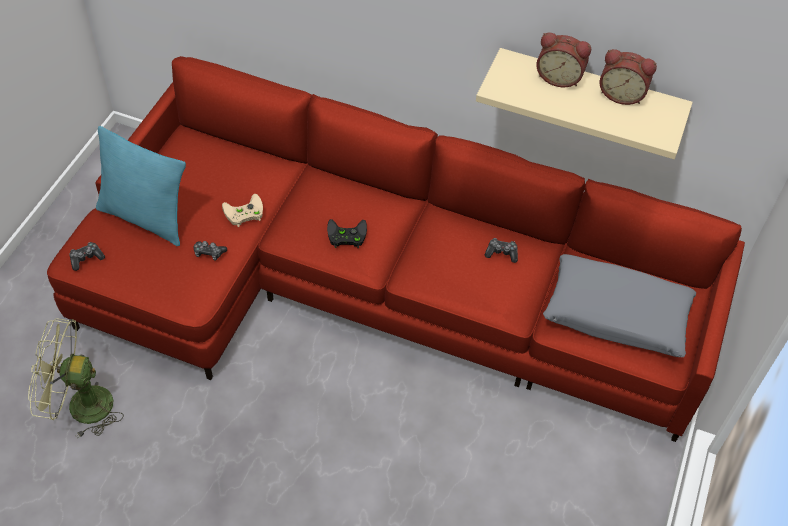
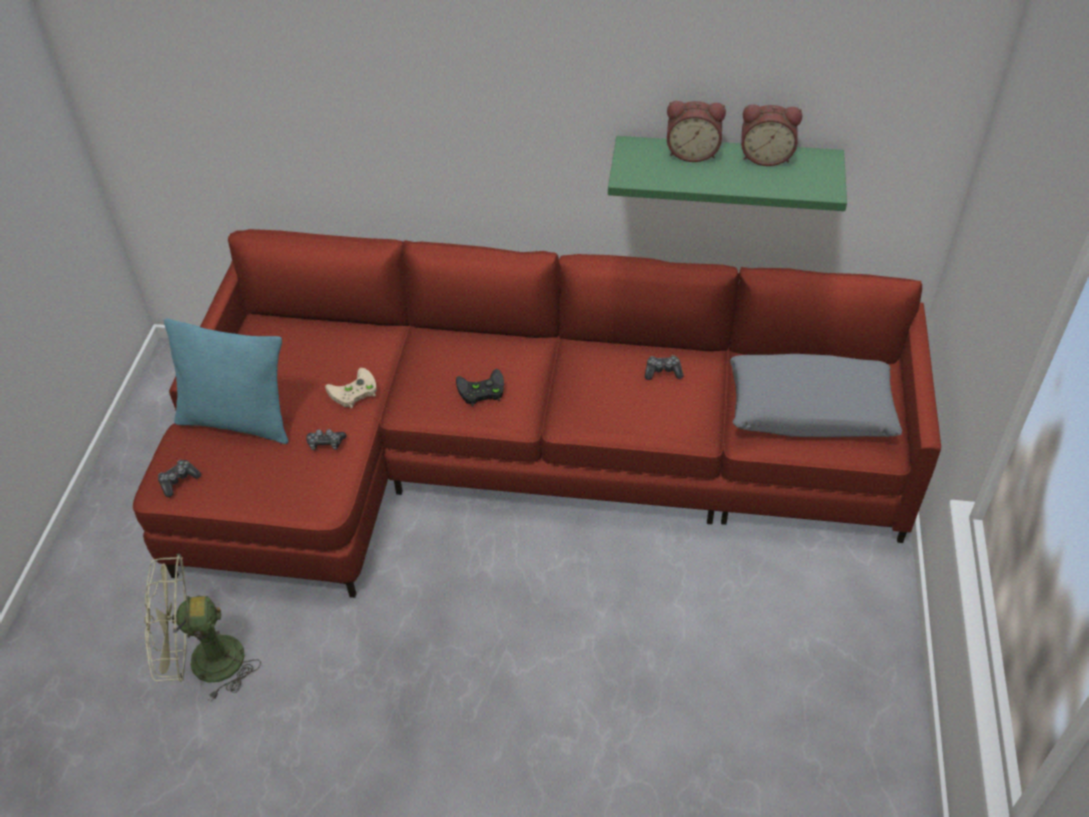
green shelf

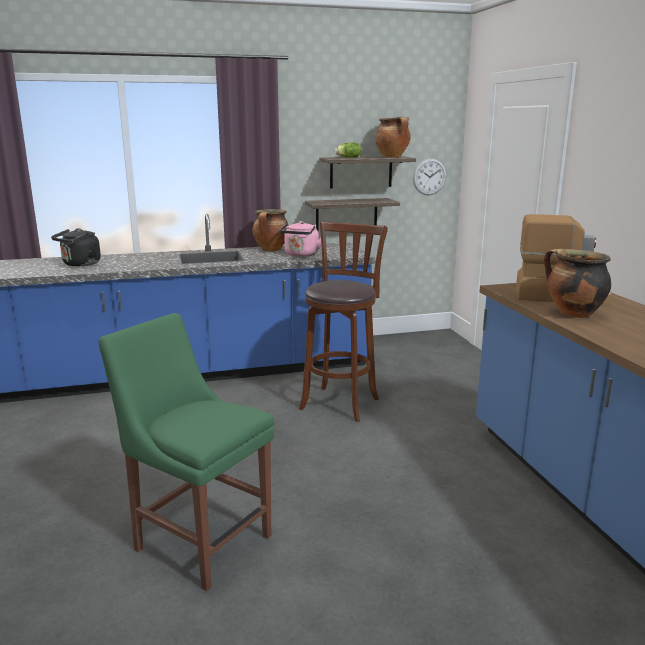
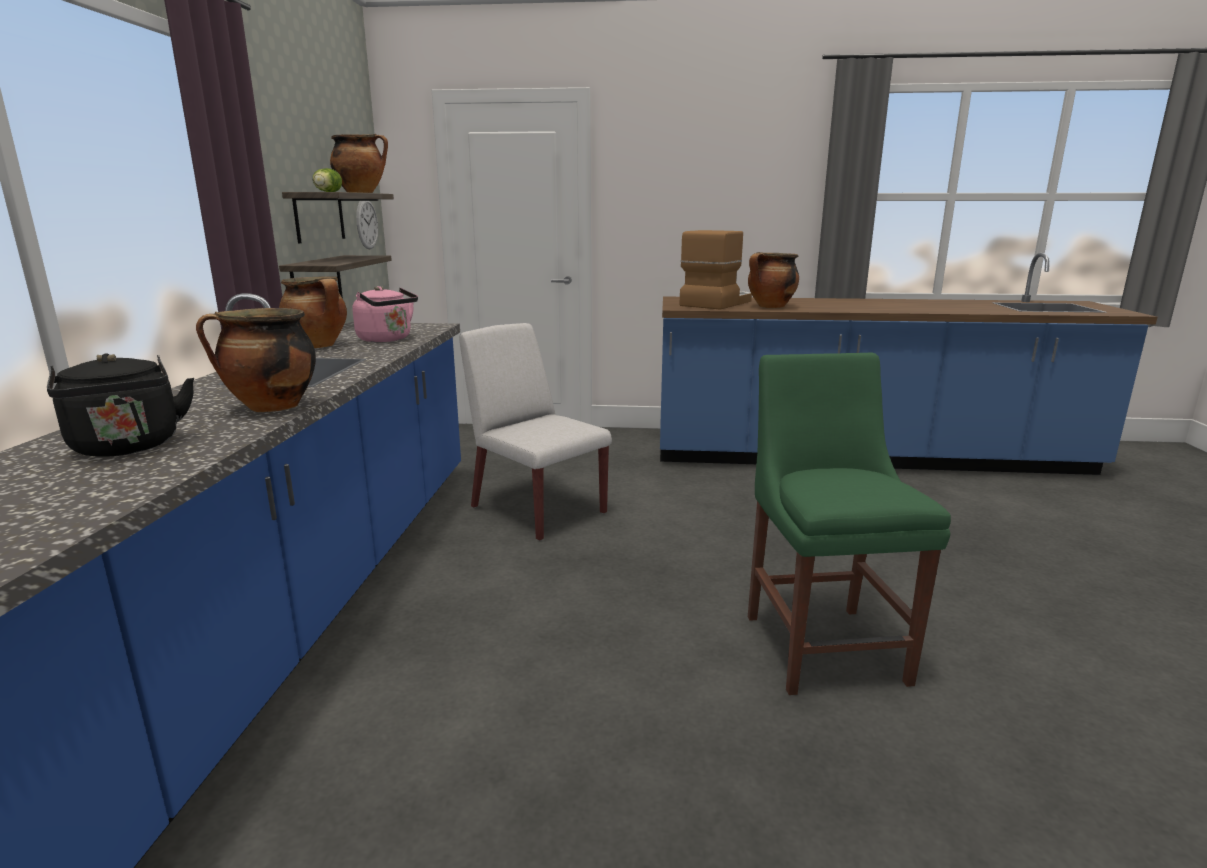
cooking pot (1st from left)
white chair
green chair

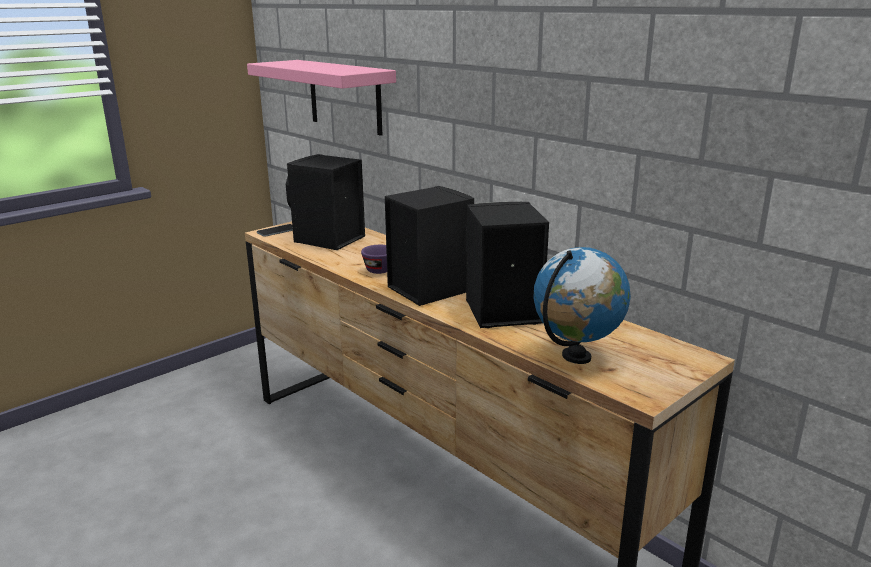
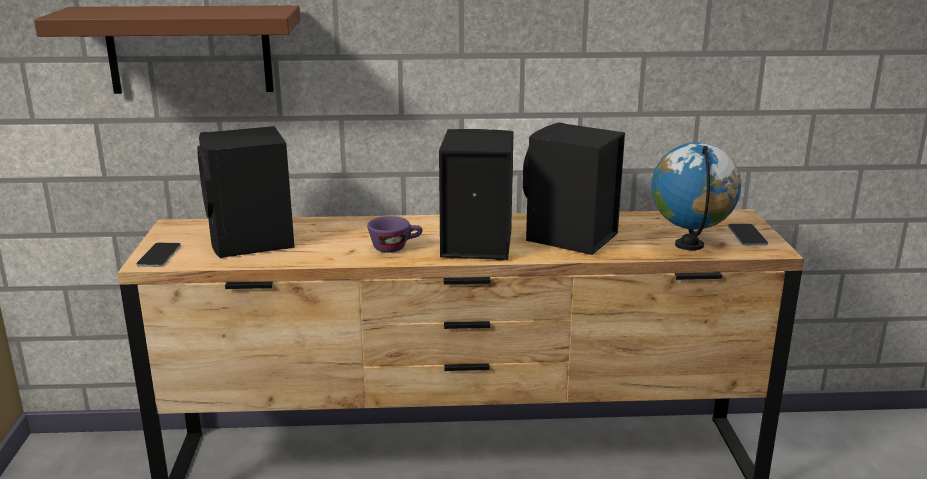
phone (2nd from left)
brown shelf

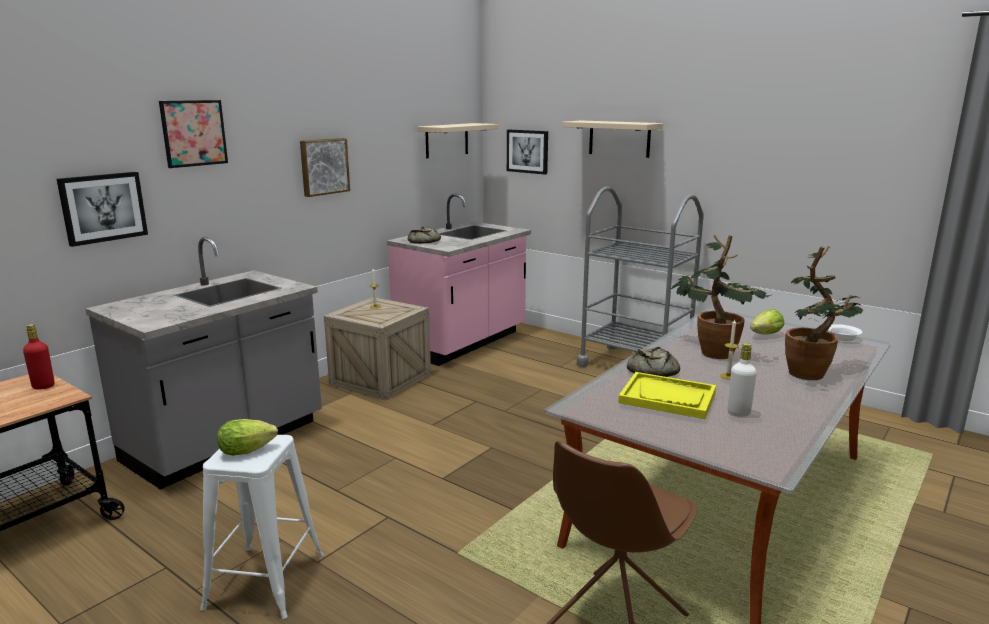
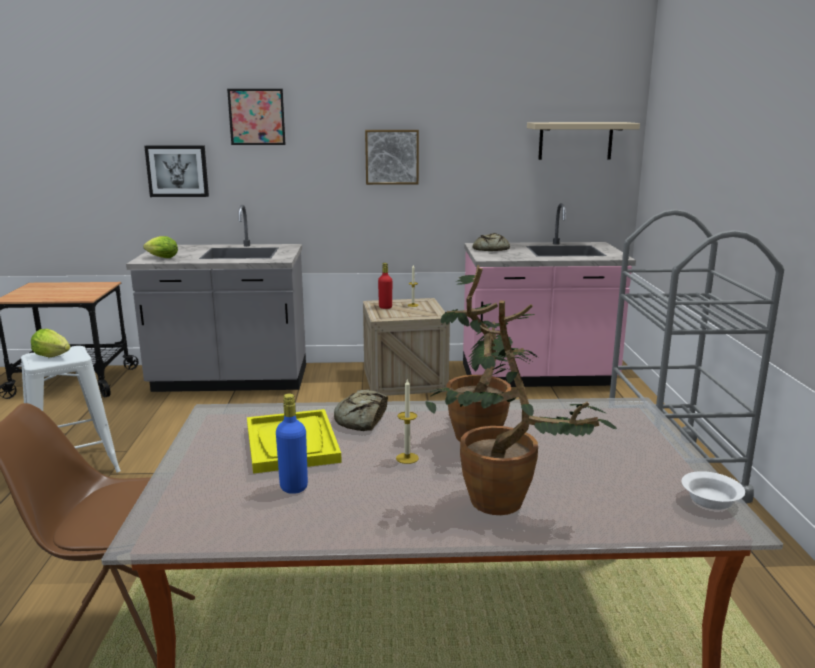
picture (4th from left in the first image)
beige shelf (2nd from left in the first image)
red bottle
lettuce (2nd from left)
blue bottle

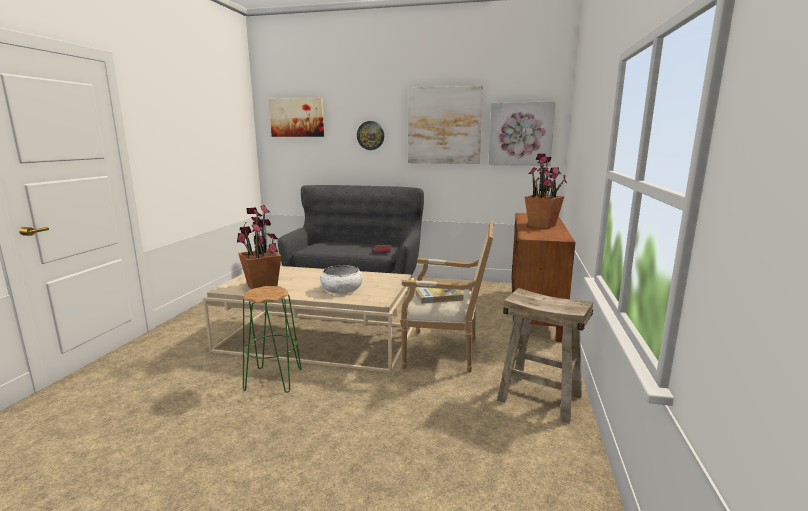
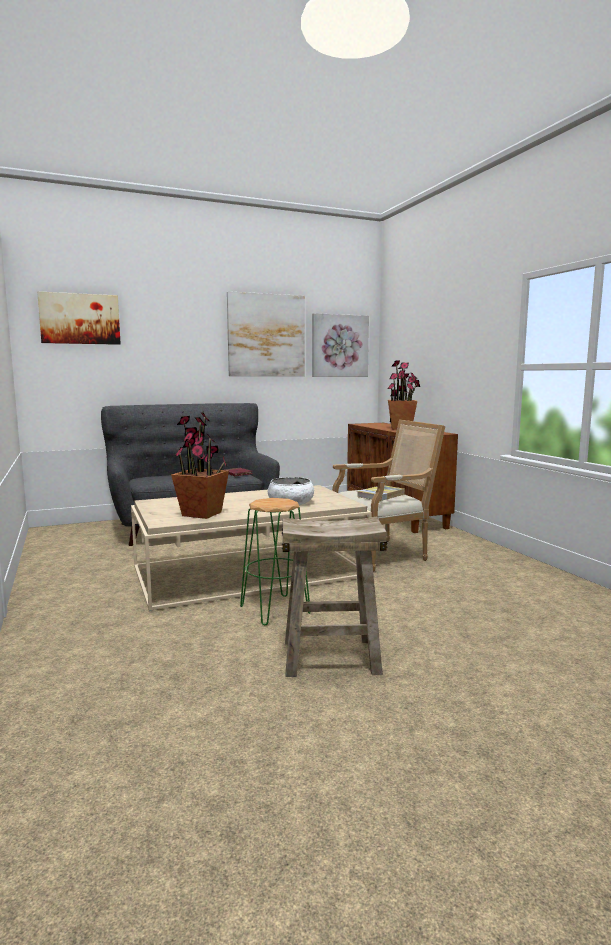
wall clock
beige stool

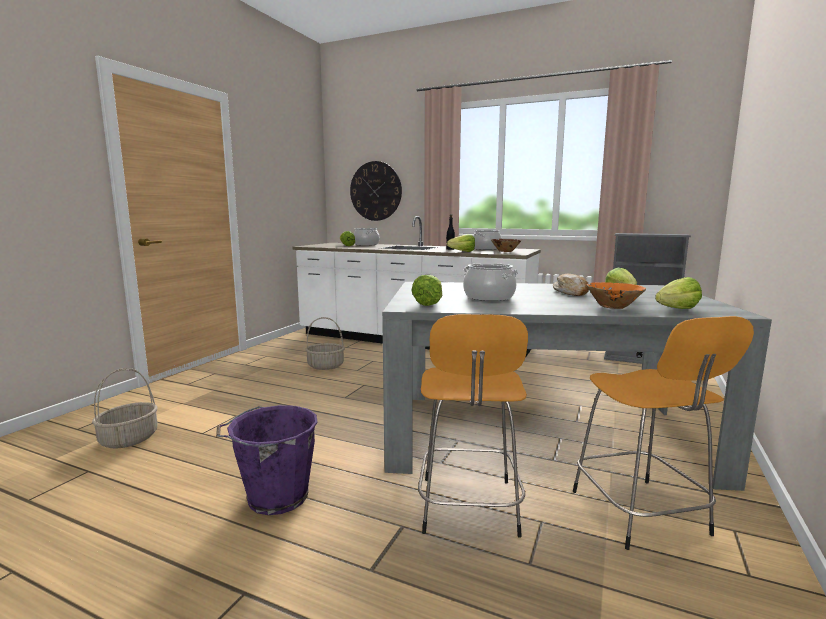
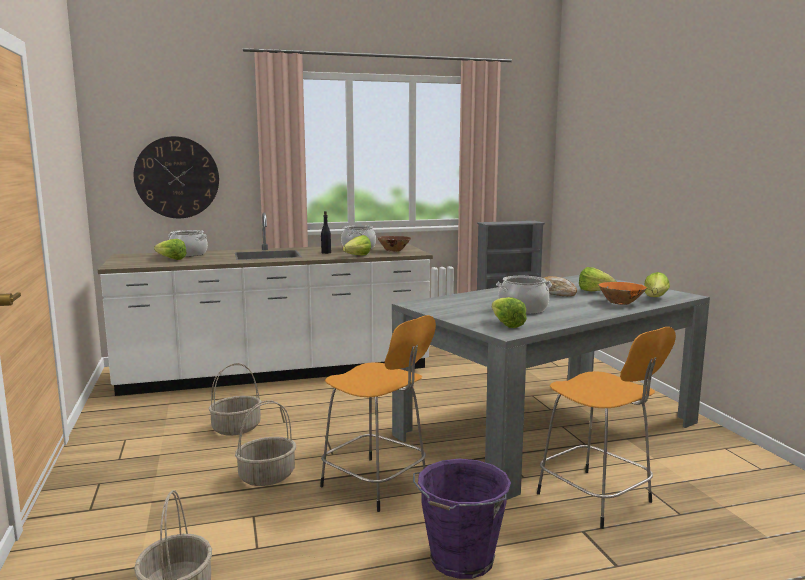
basket (3rd from left)
orange stool (1st from left)

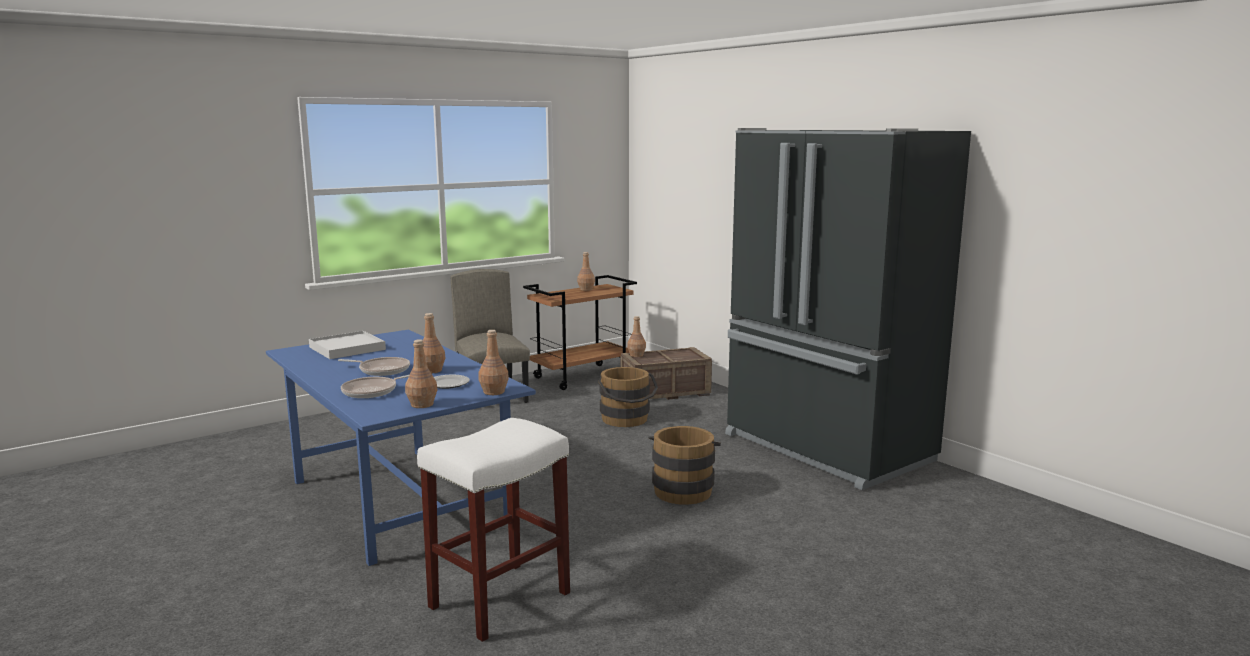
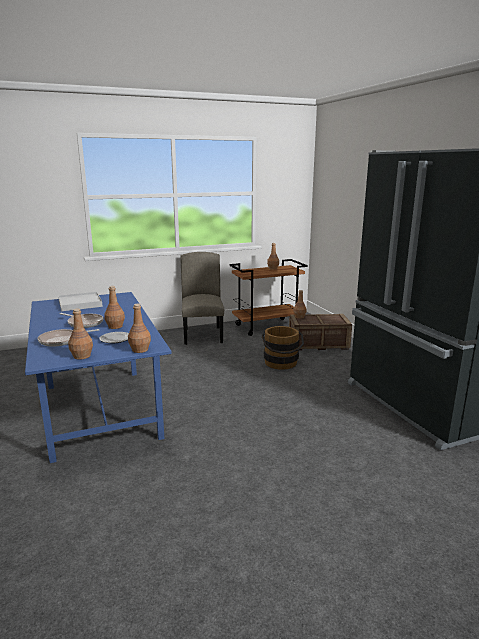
white stool
brown bucket (2nd from left in the first image)

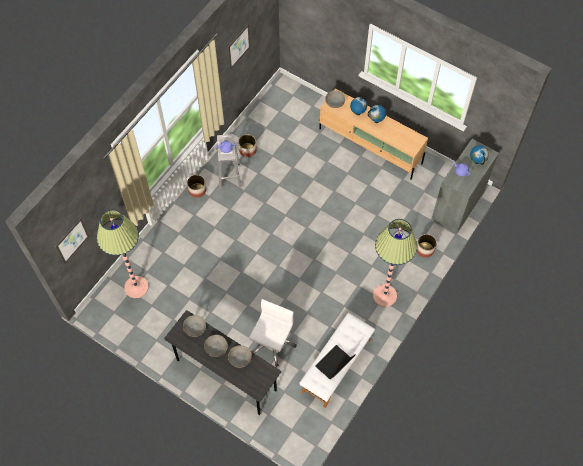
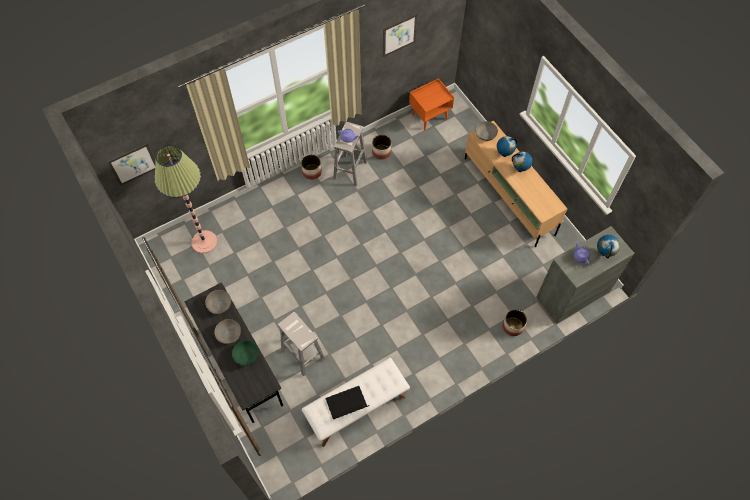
floor lamp (2nd from left in the first image)
orange nightstand
white stool (1st from left)
green bowl

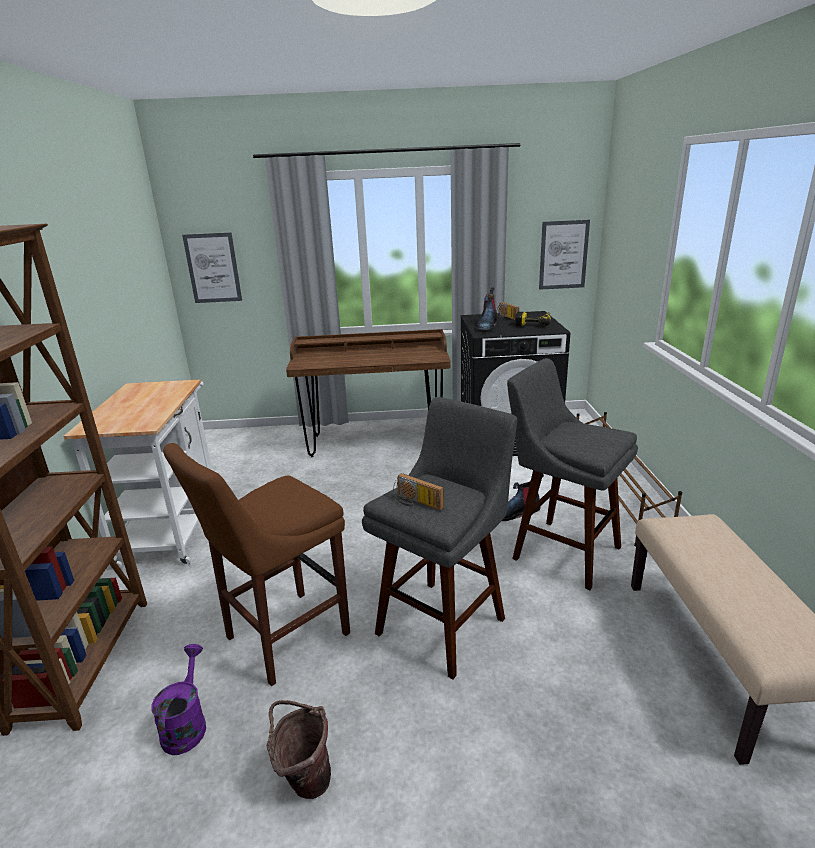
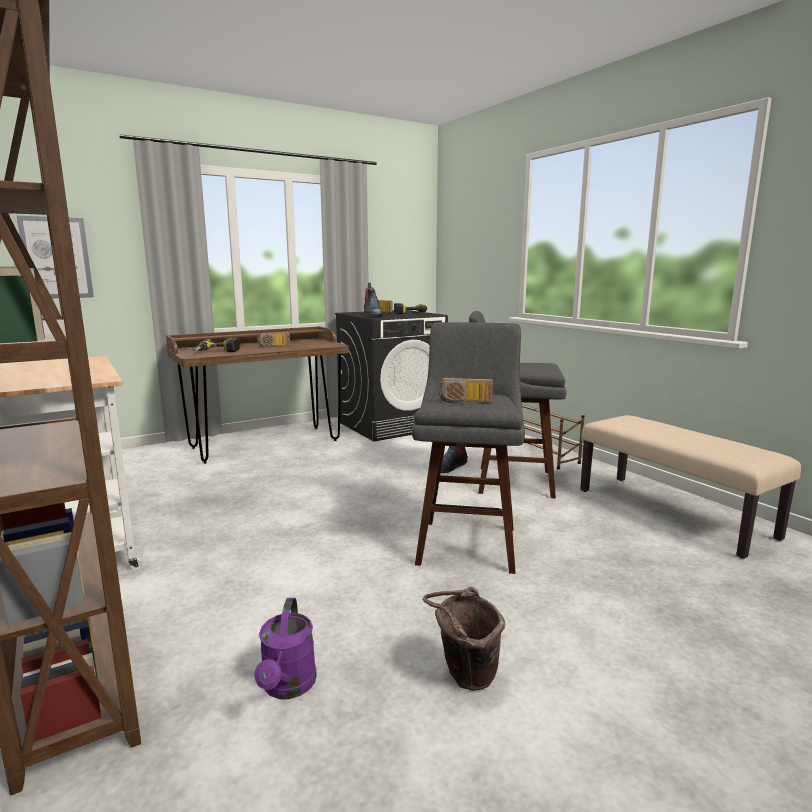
brown stool
picture (2nd from left in the first image)
power drill (1st from left)
radio (1st from left)
purple watering can

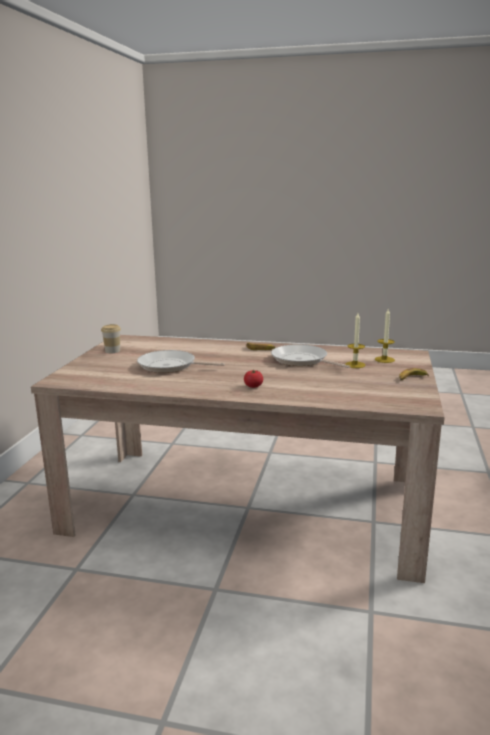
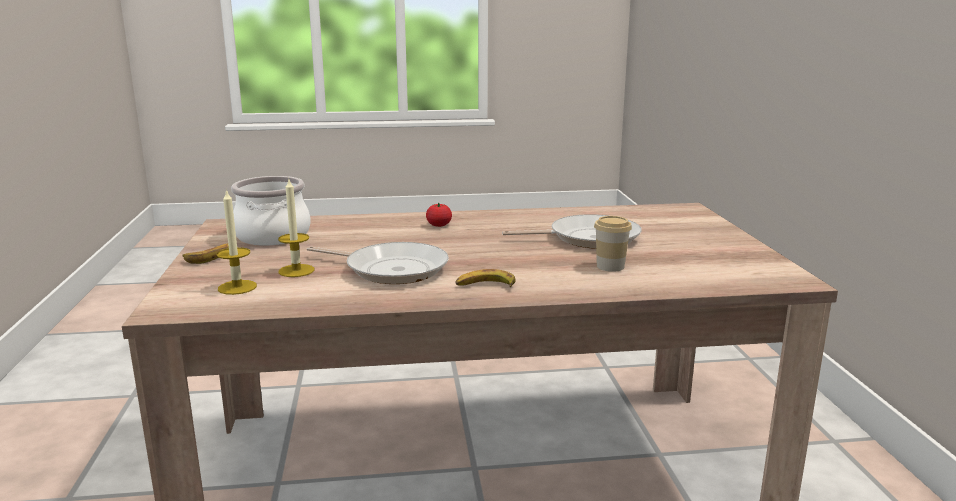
cooking pot
cup

